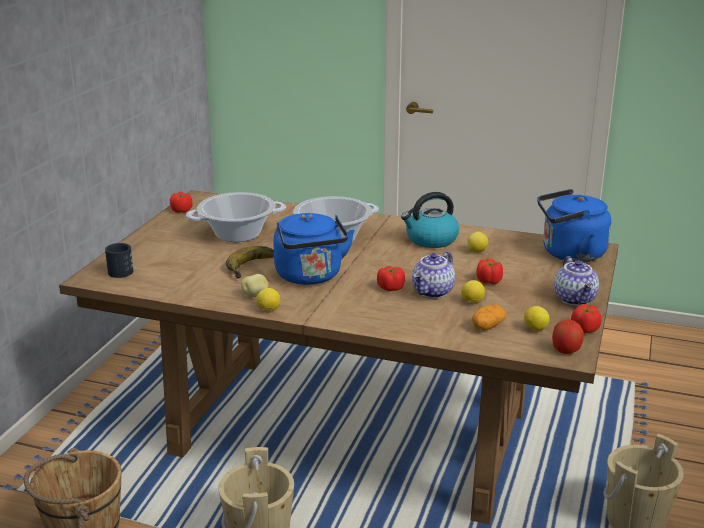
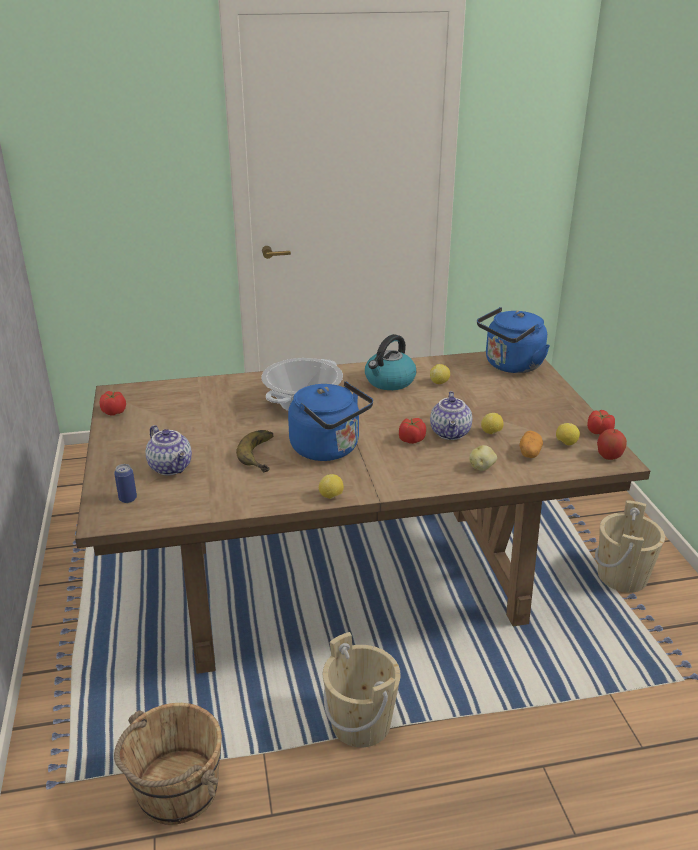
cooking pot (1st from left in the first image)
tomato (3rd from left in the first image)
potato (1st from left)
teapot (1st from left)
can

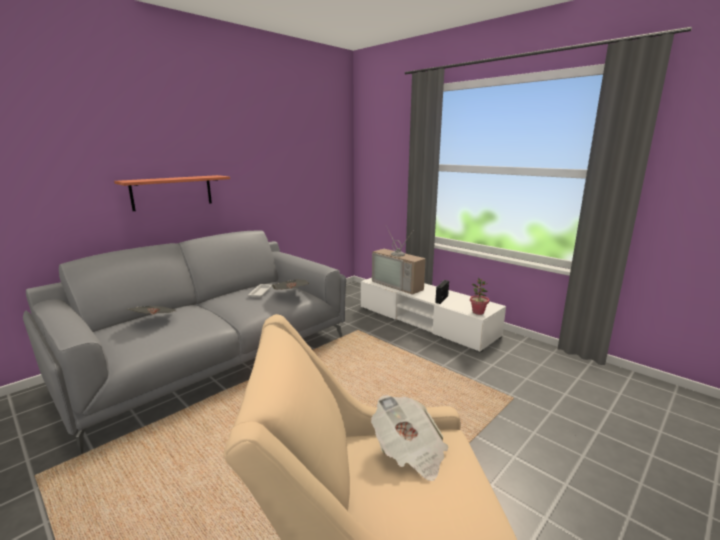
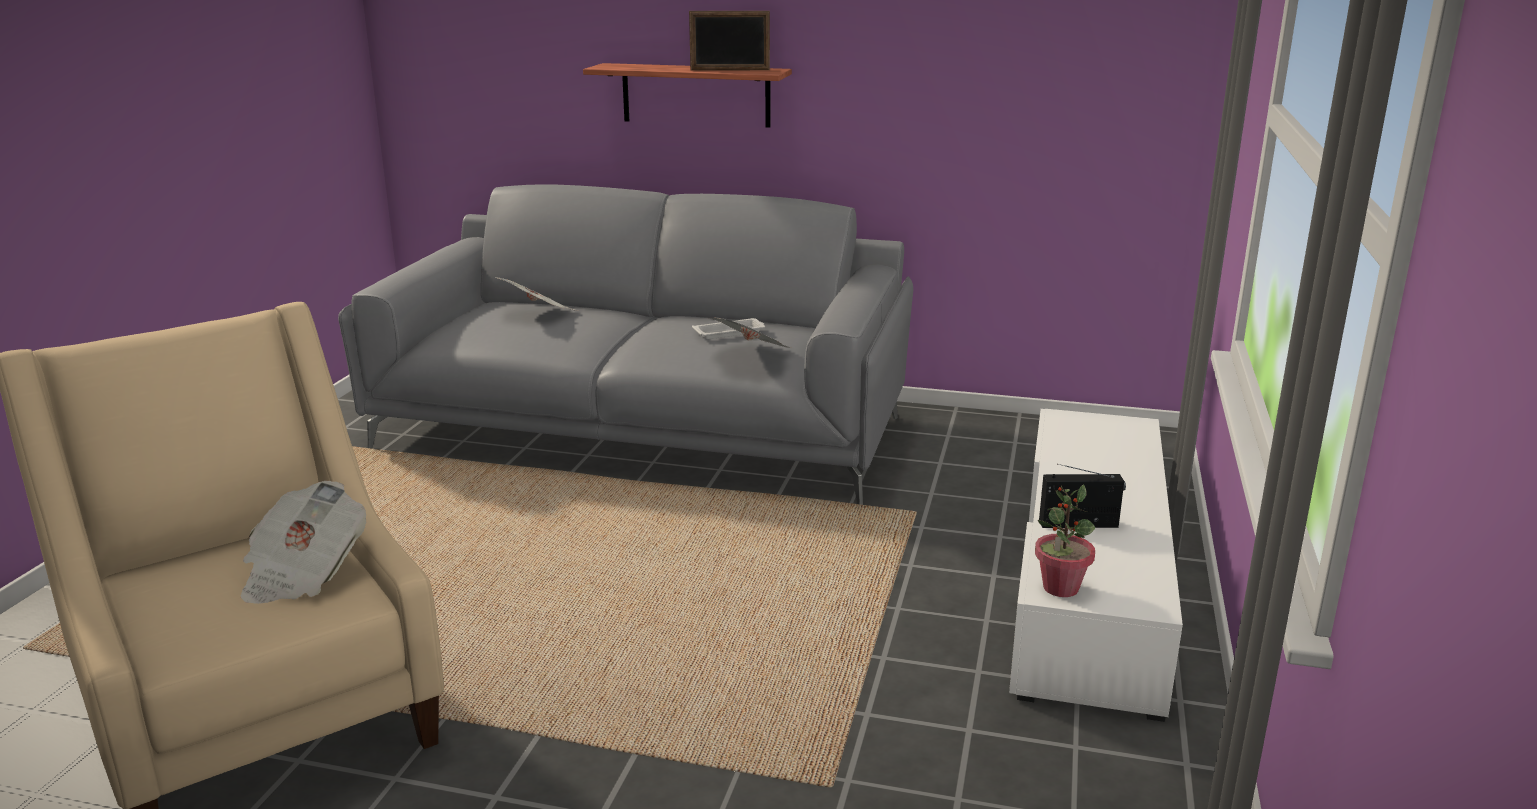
television
picture frame

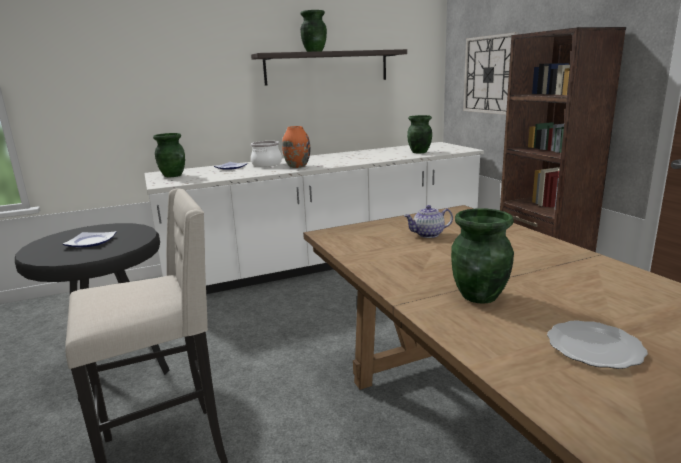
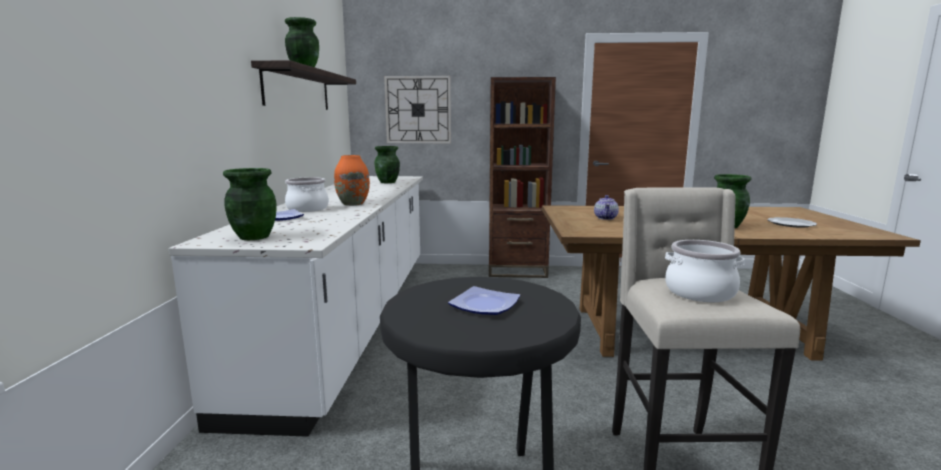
cooking pot (2nd from left)

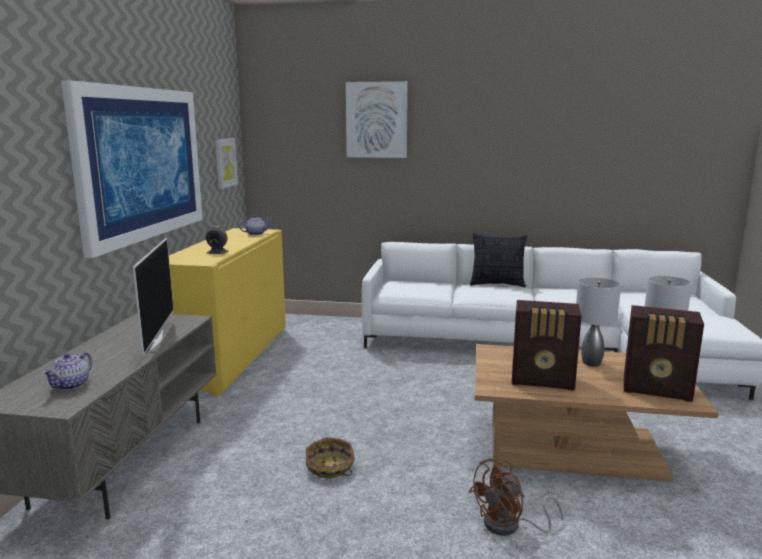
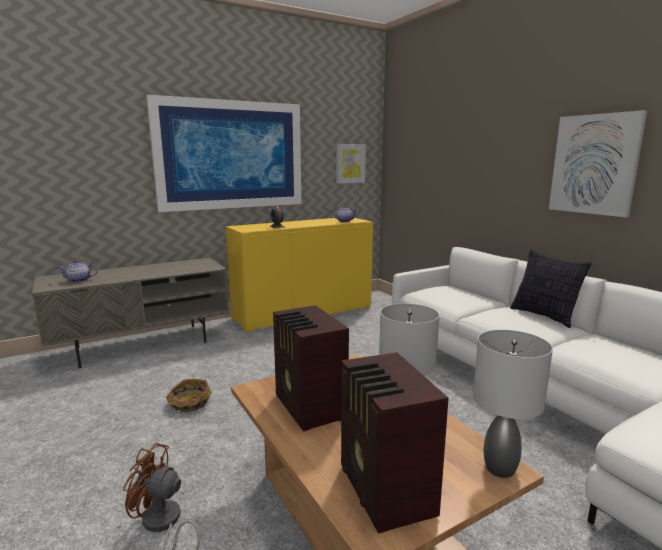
television
picture (3rd from left)

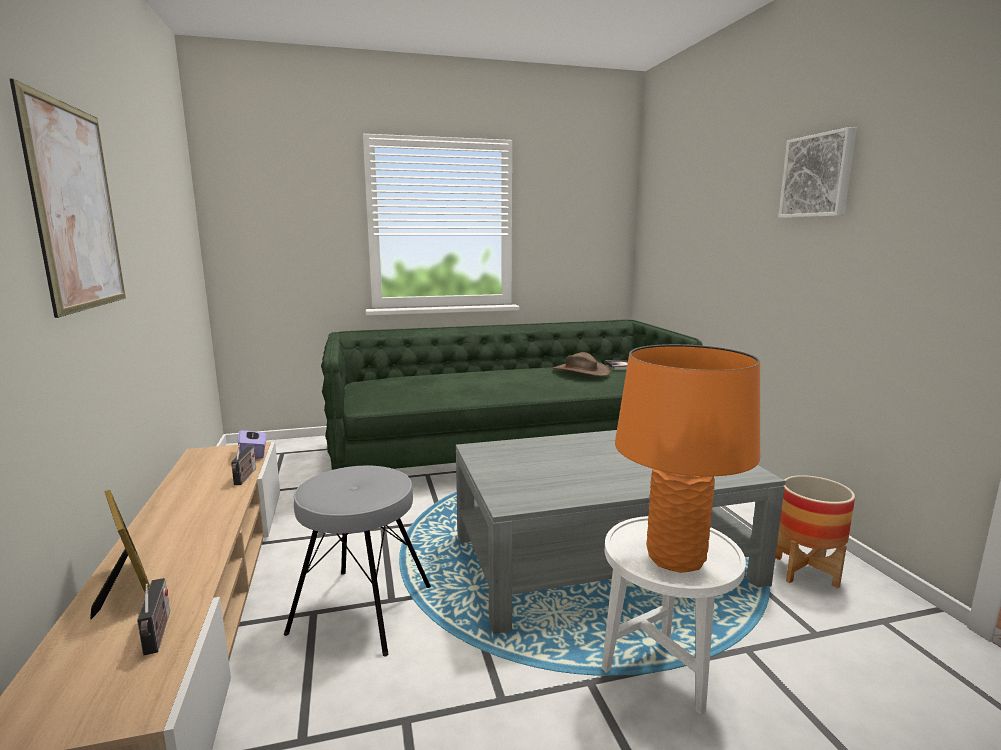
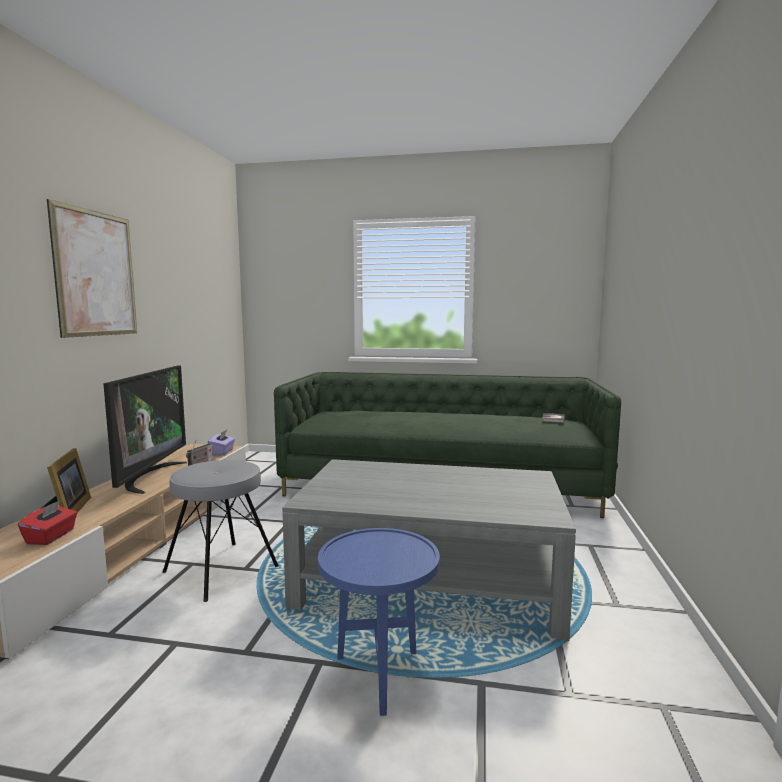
brown hat
orange table lamp
planter
picture (2nd from left in the first image)
television
red tissue box
blue side table

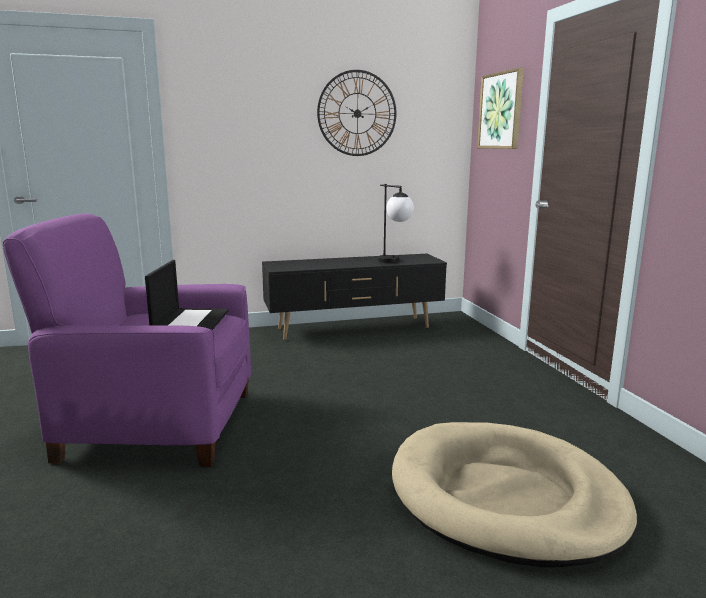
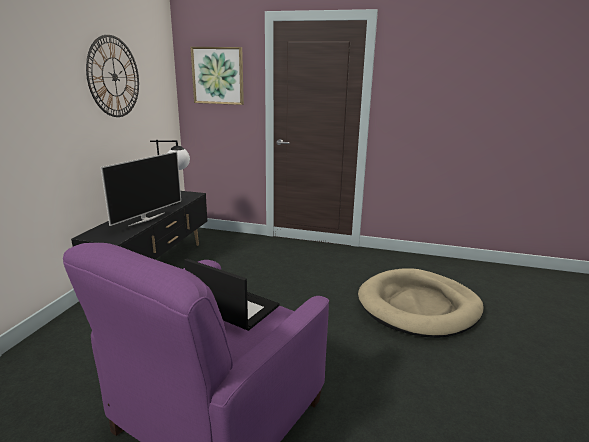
television

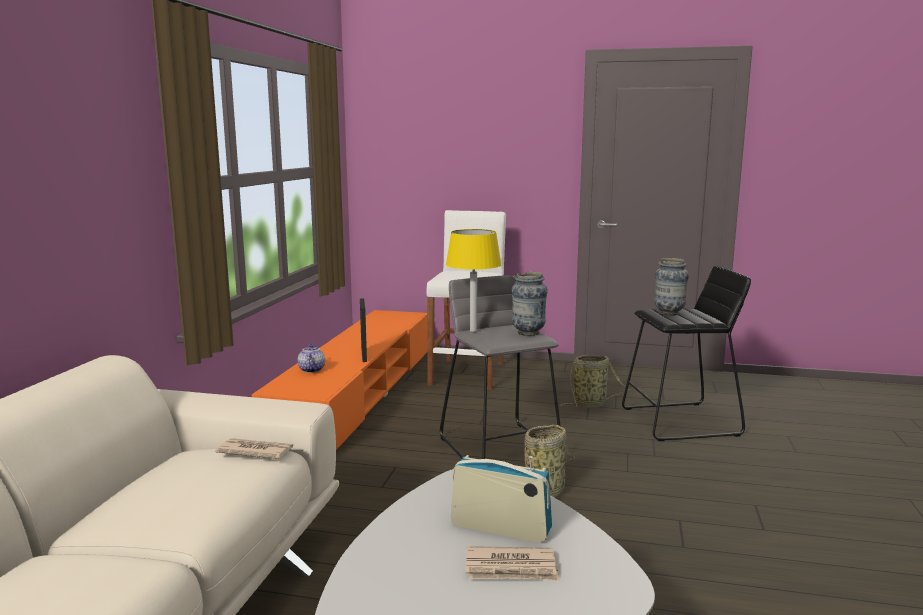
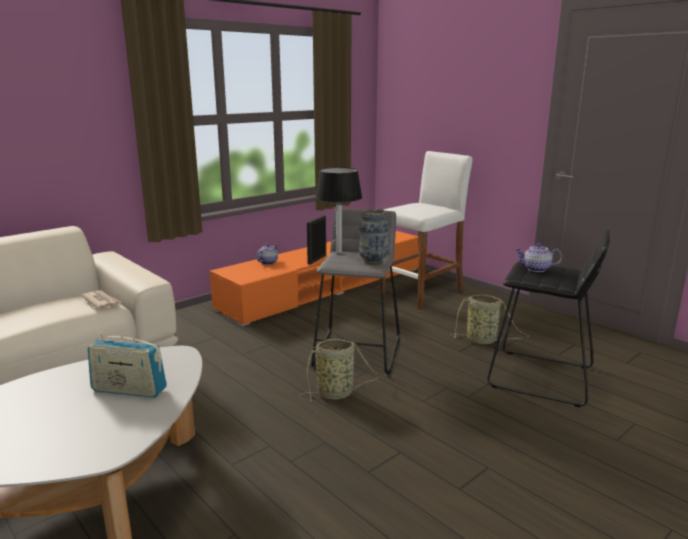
newspaper (2nd from left in the first image)
teapot (2nd from left)
black table lamp
radio

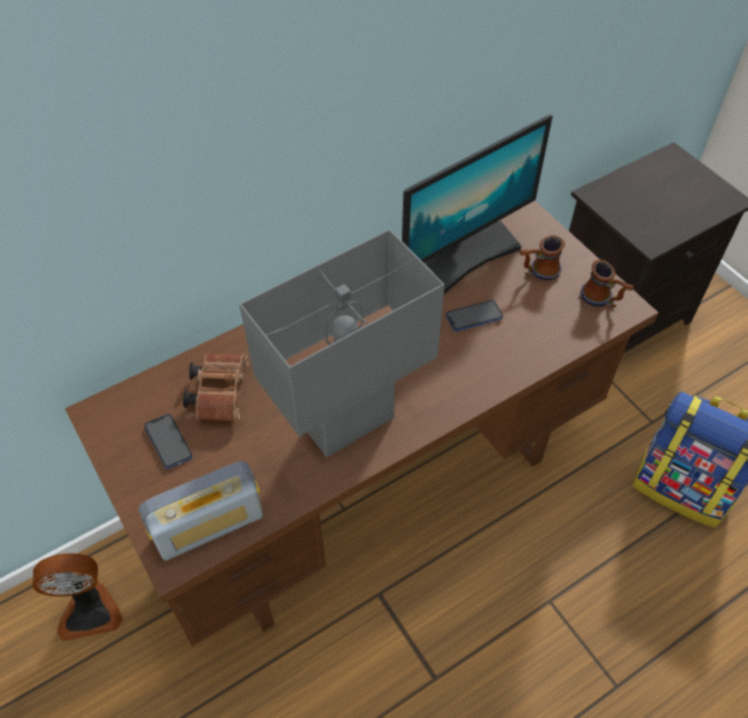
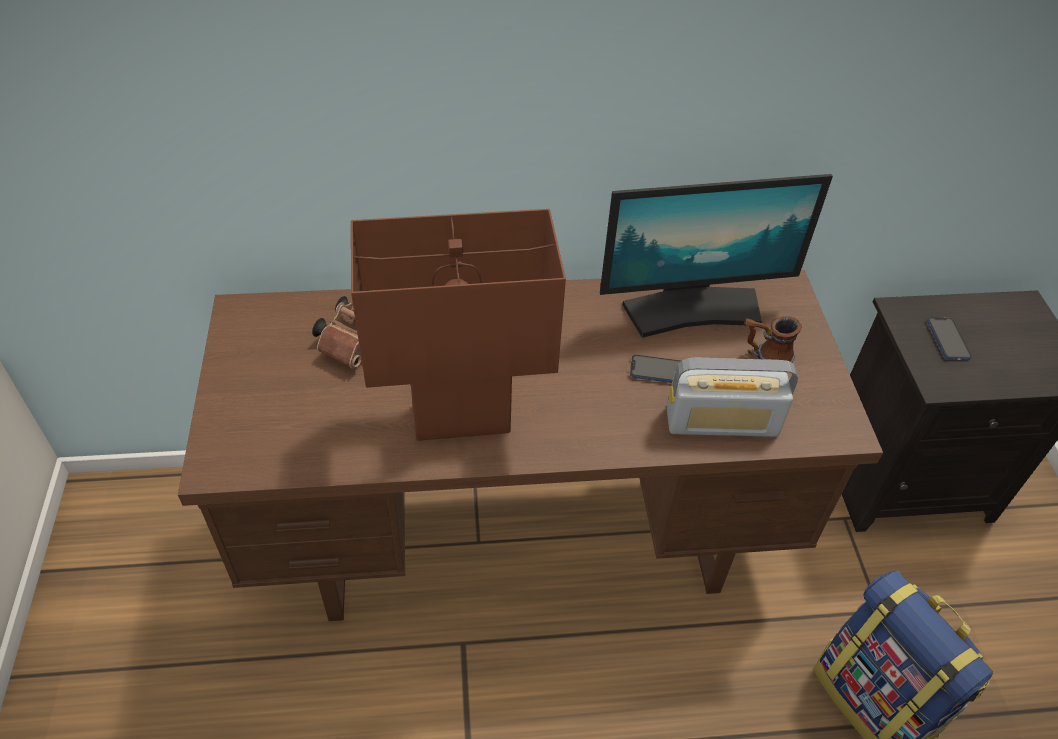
fan
mug (2nd from left in the first image)
radio
phone (2nd from left)
brown table lamp

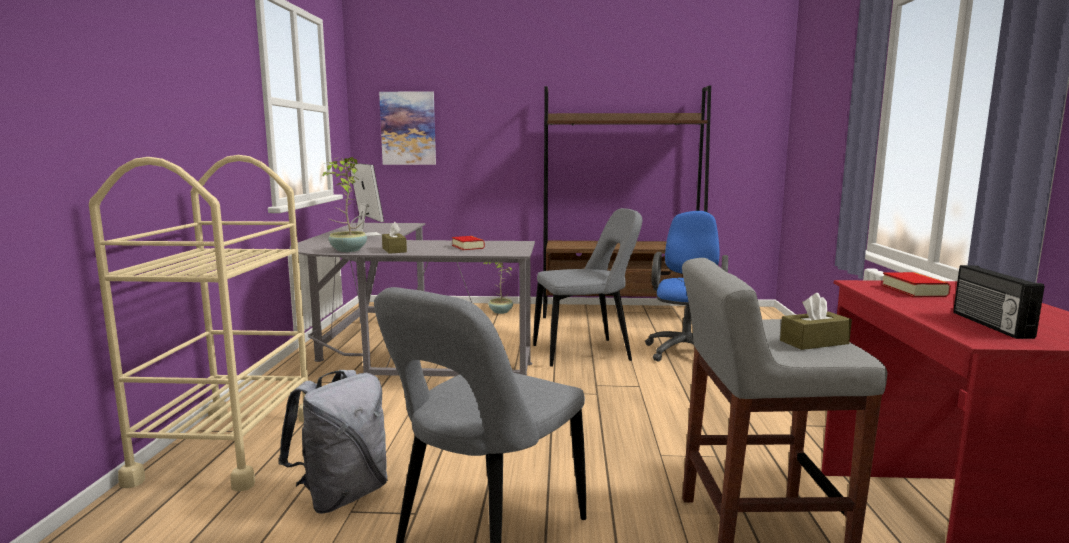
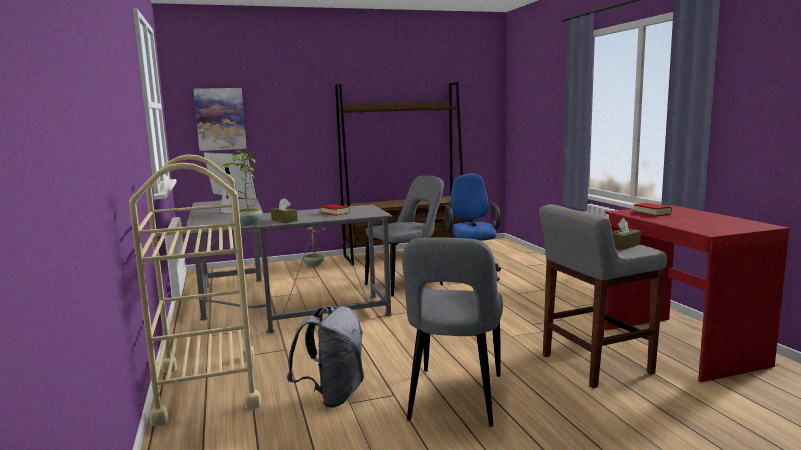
radio

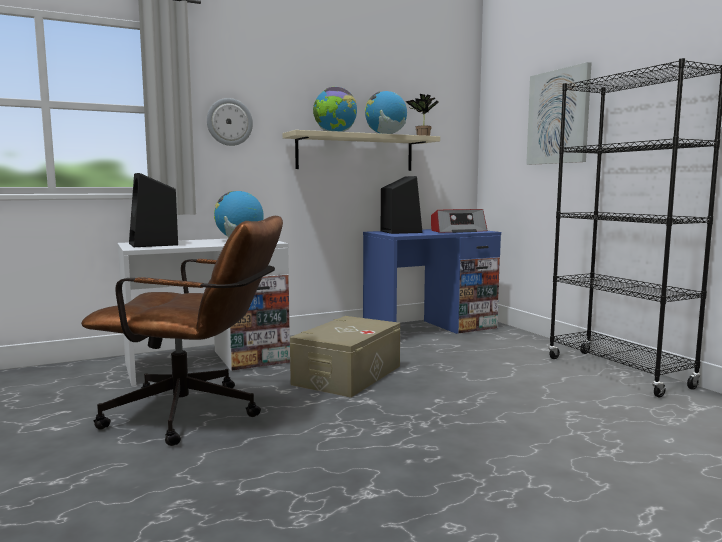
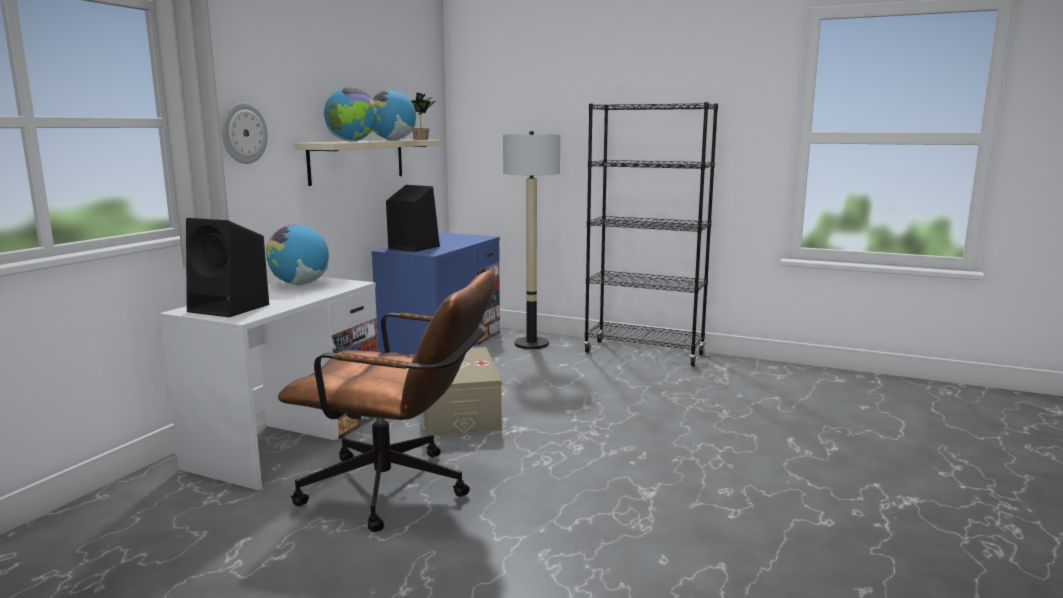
radio
picture
floor lamp
brown office chair

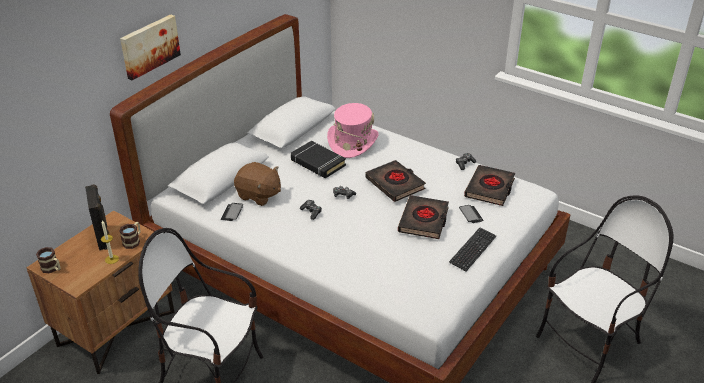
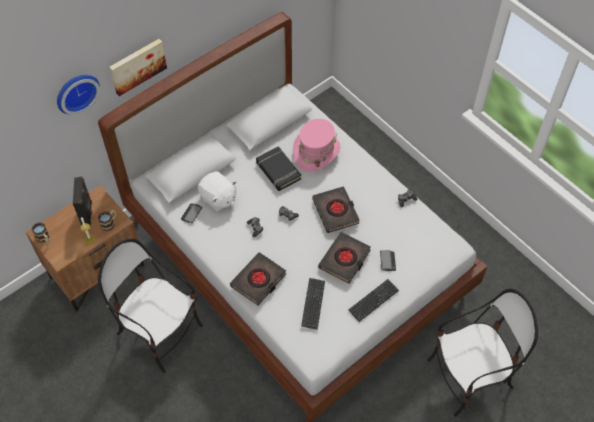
wall clock
keyboard (1st from left)
black book (1st from left)
white plush toy

